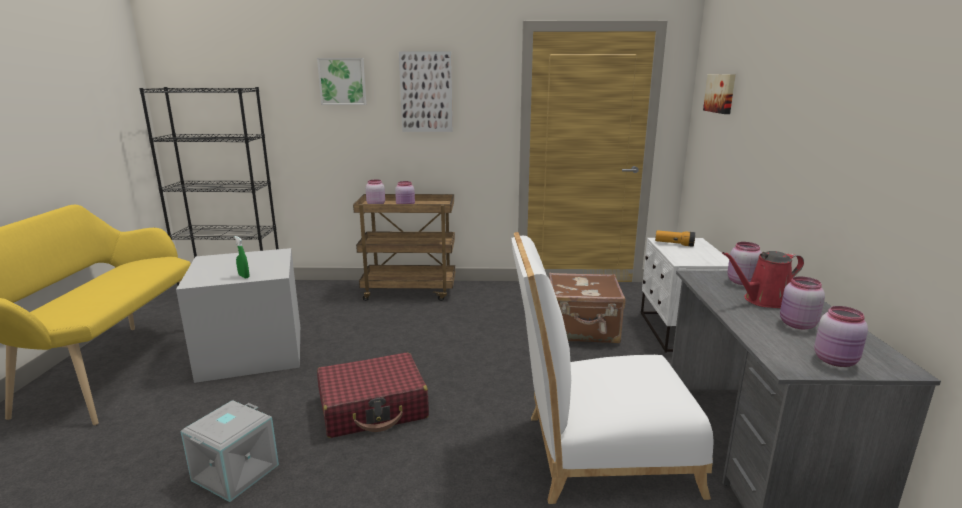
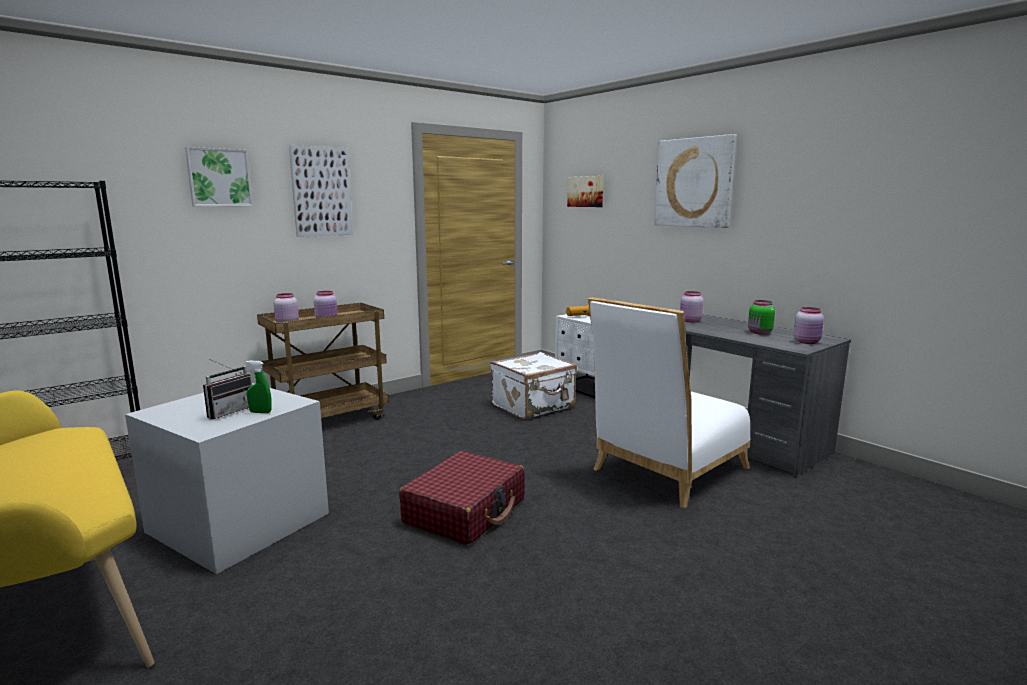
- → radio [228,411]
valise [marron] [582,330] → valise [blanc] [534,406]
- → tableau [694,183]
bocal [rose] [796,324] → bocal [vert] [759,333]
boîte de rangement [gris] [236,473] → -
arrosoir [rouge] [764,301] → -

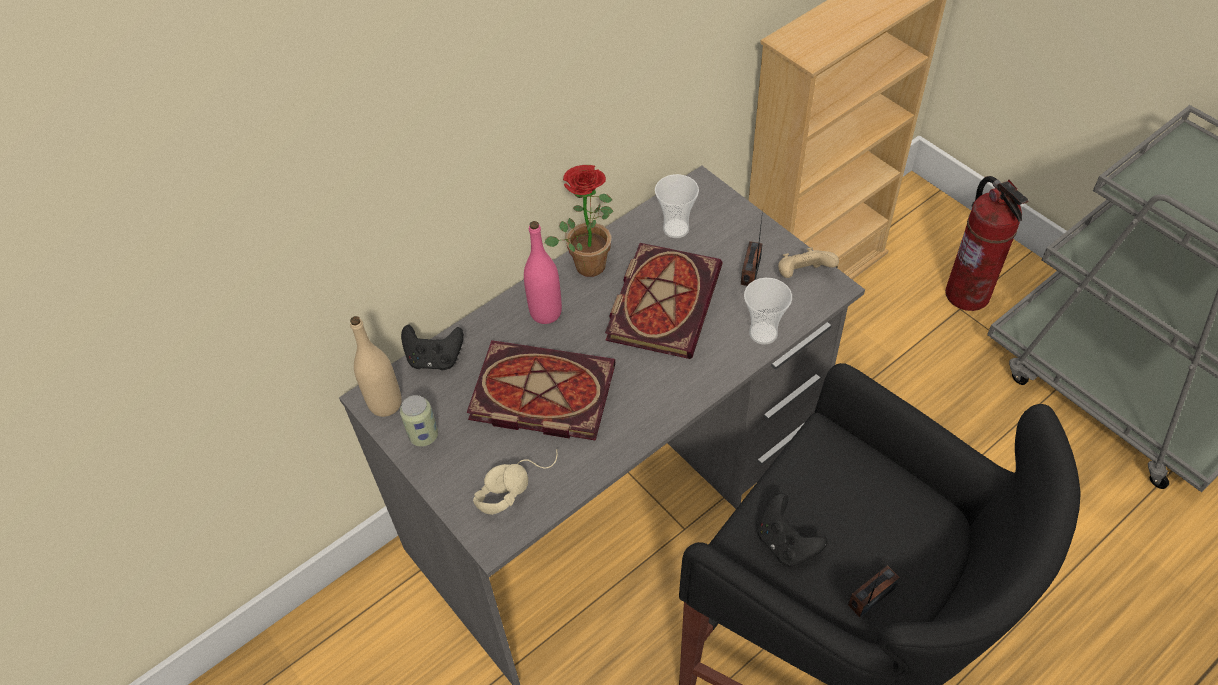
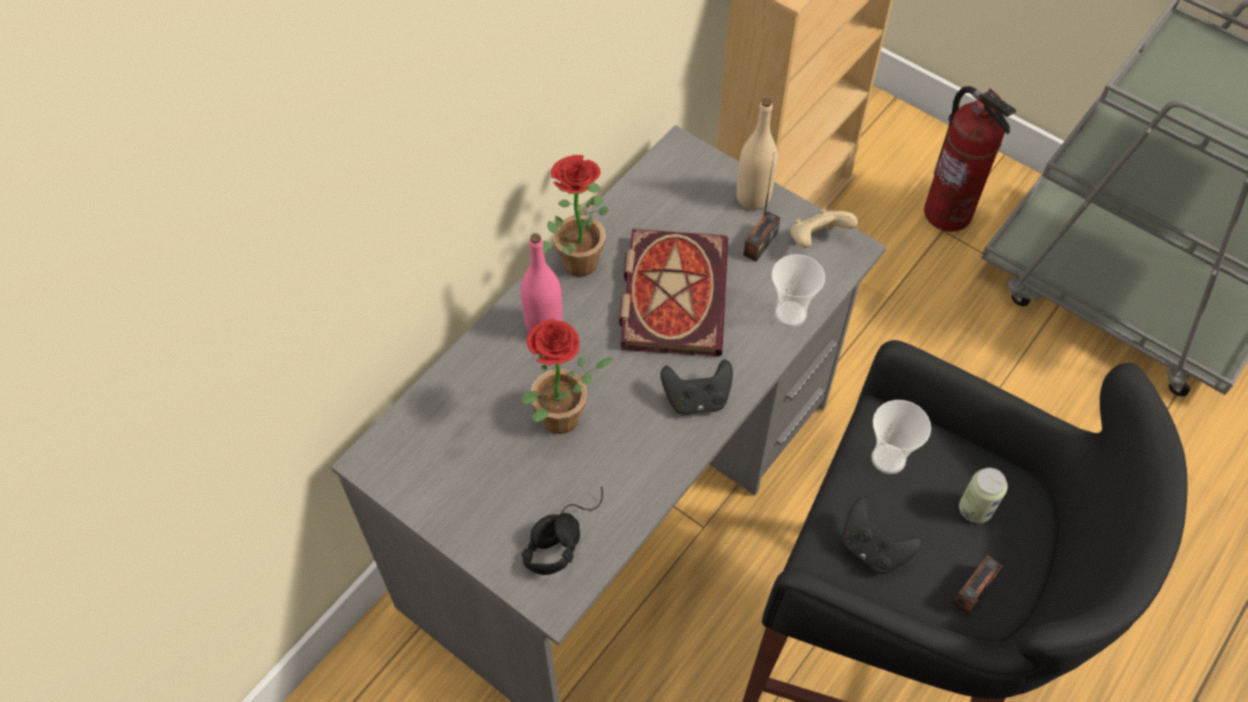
livre [538,395] → plante en pot [561,425]
casque audio [beige] [514,483] → casque audio [noir] [561,532]
manette [noir] [435,359] → manette [noir] [696,399], moved
bouteille [beige] [385,404] → bouteille [beige] [753,198], moved
radio [751,271] → radio [760,243], 150 degrees counterclockwise
tasse [676,228] → tasse [888,458], moved
boîte métallique [423,436] → boîte métallique [975,509], moved

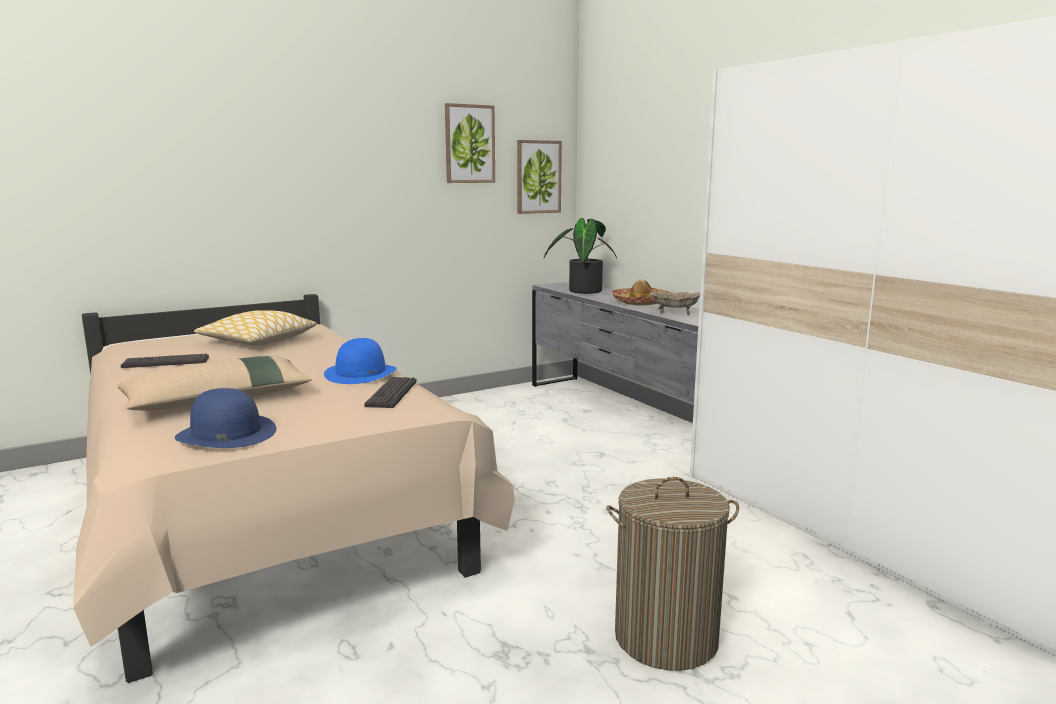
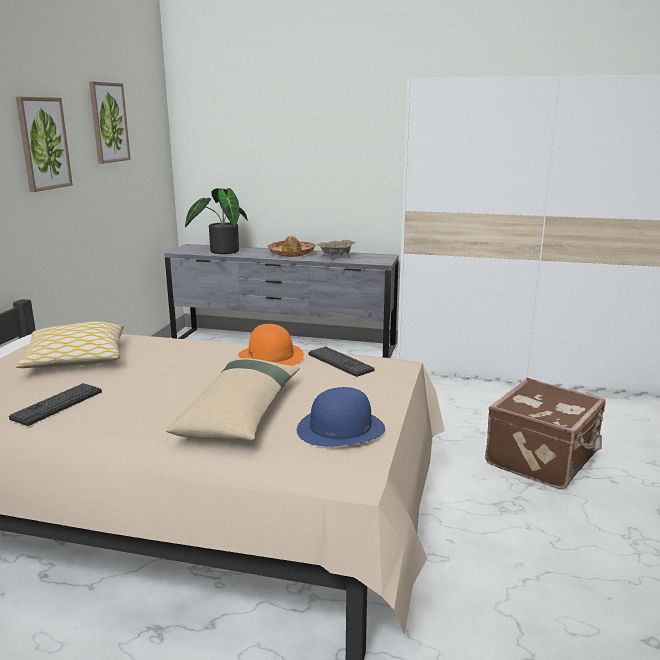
tableau [538,177] → tableau [43,143], moved
chapeau [bleu] [361,373] → chapeau [orange] [271,356]
panier à linge [666,638] → valise [marron] [543,459]

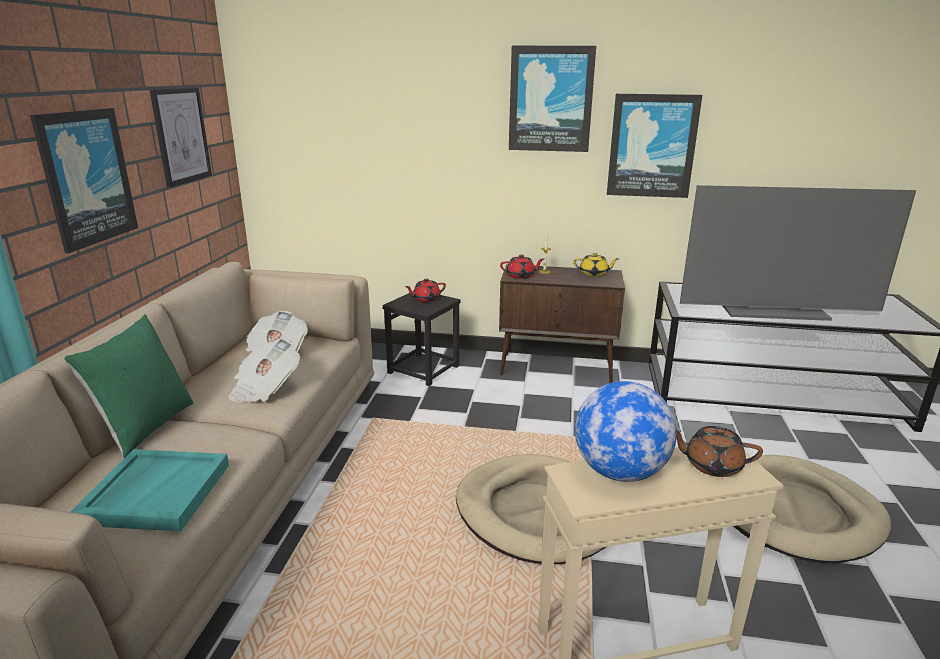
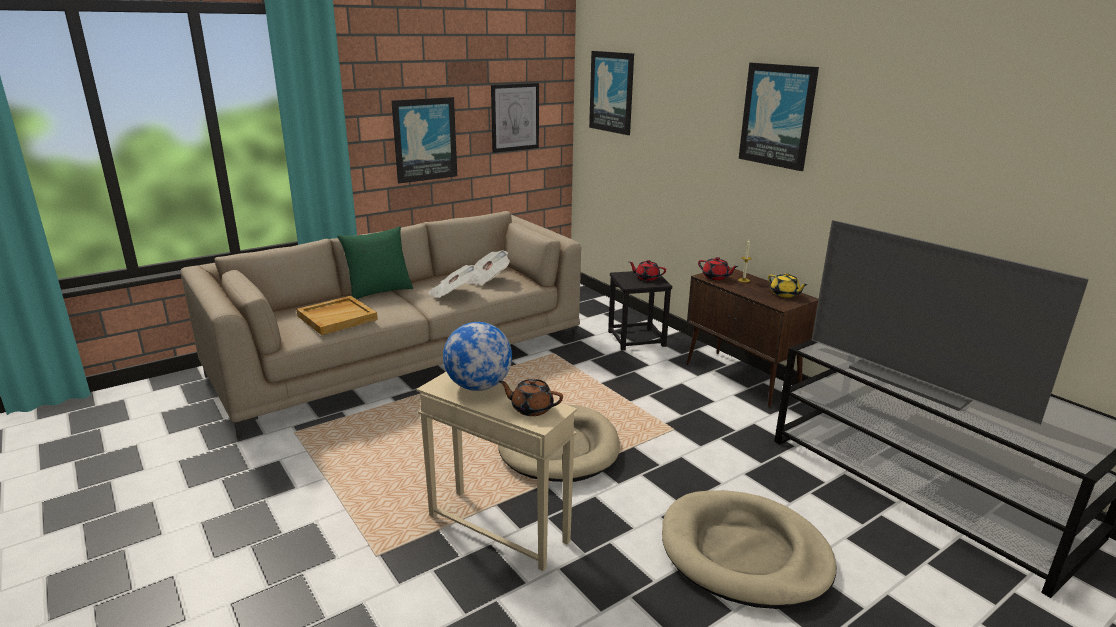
plateau [turquoise] [156,492] → plateau [beige] [337,317]
théière [marron] [711,465] → théière [marron] [531,408], 45 degrees counterclockwise
tableau [652,146] → tableau [612,92], moved

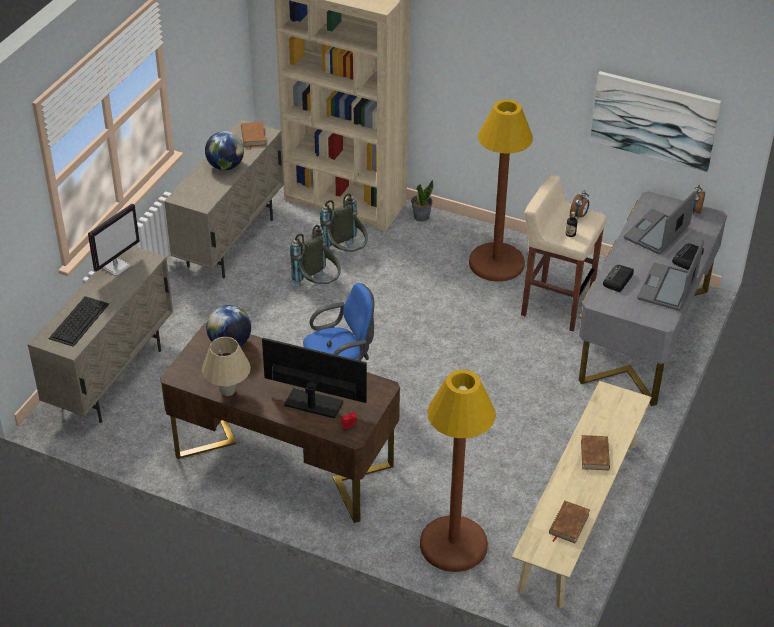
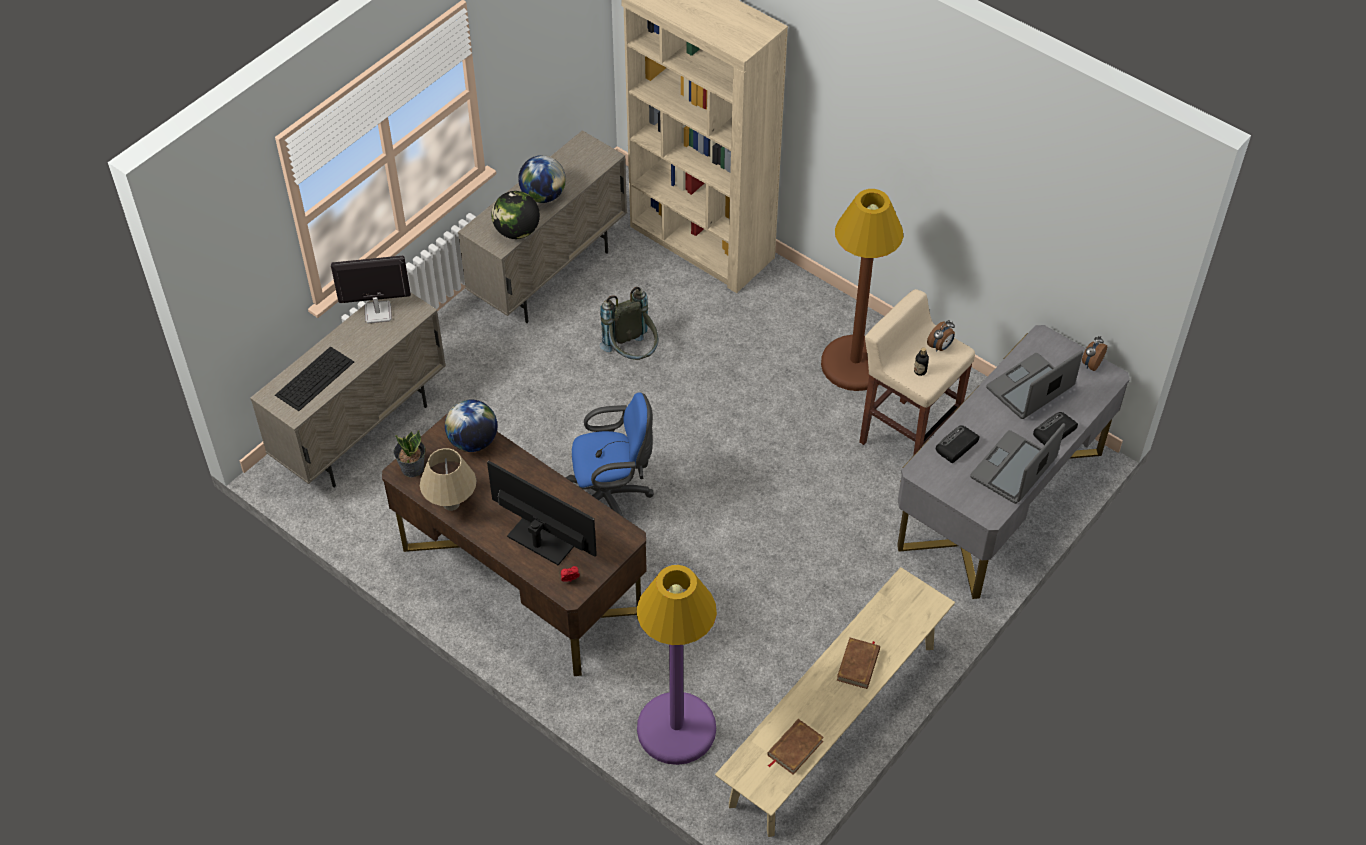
écran d'ordinateur [116,266] → écran d'ordinateur [377,313], 150 degrees counterclockwise
plante en pot [421,216] → plante en pot [412,467], moved
- → globe [517,231]
lampadaire [marron] [453,544] → lampadaire [violet] [676,729]
livre [marron] [253,137] → -
sac à dos [gris] [346,253] → -
tableau [654,120] → -

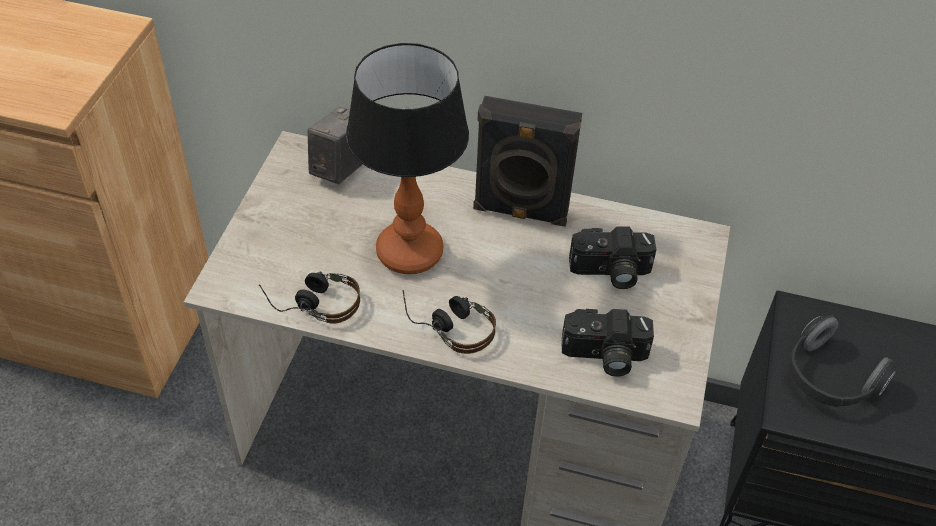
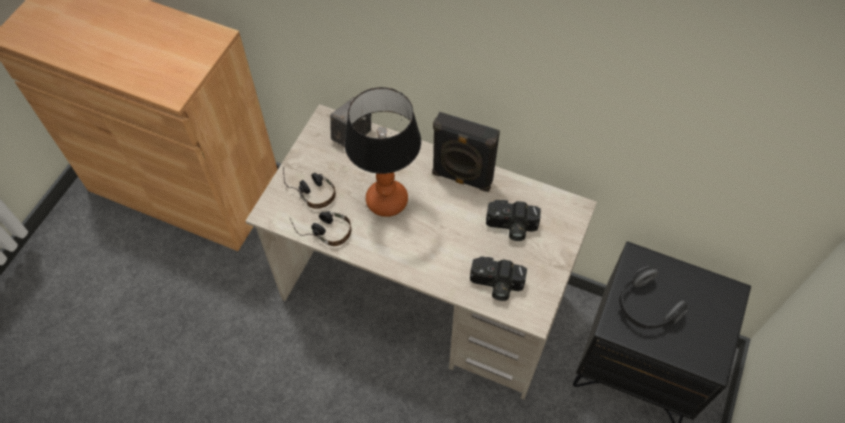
casque audio [449,324] → casque audio [310,189], moved

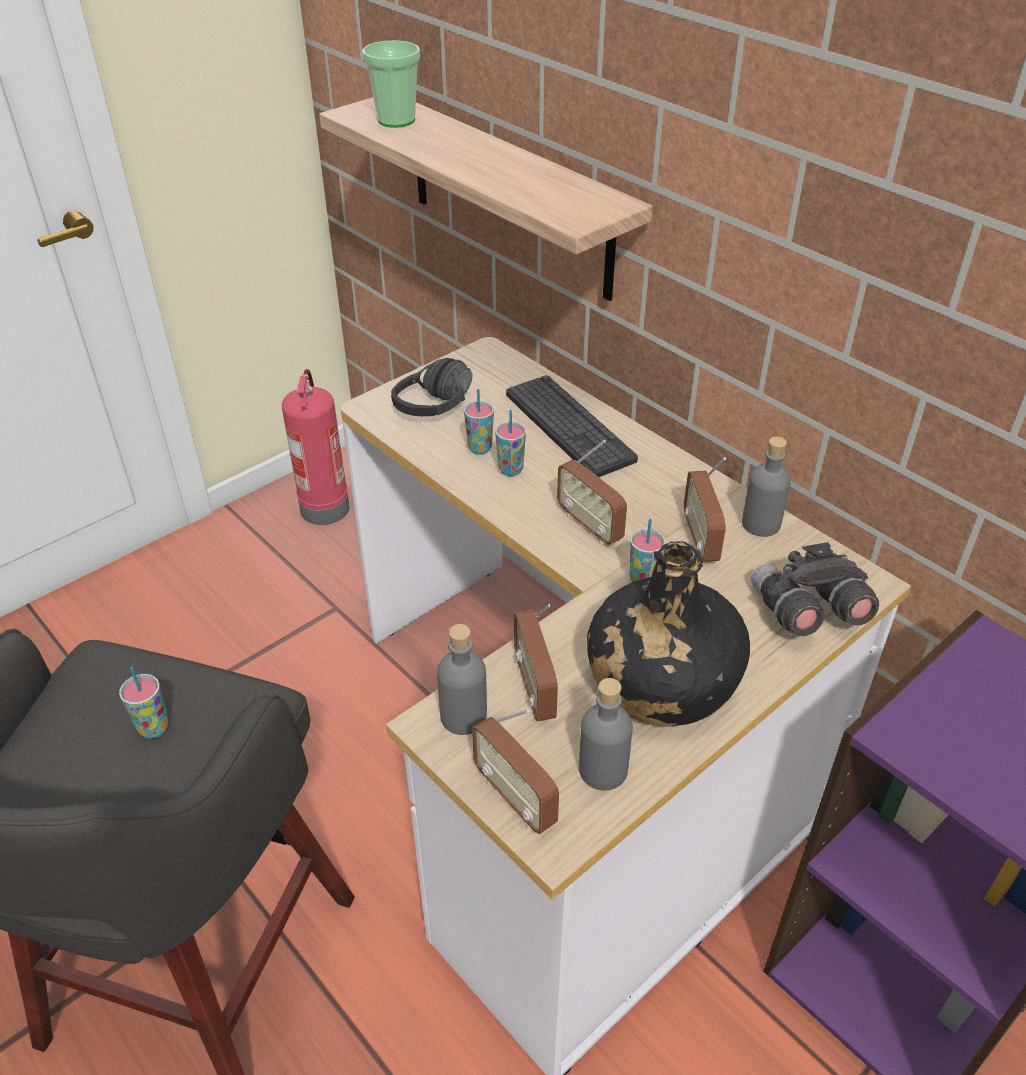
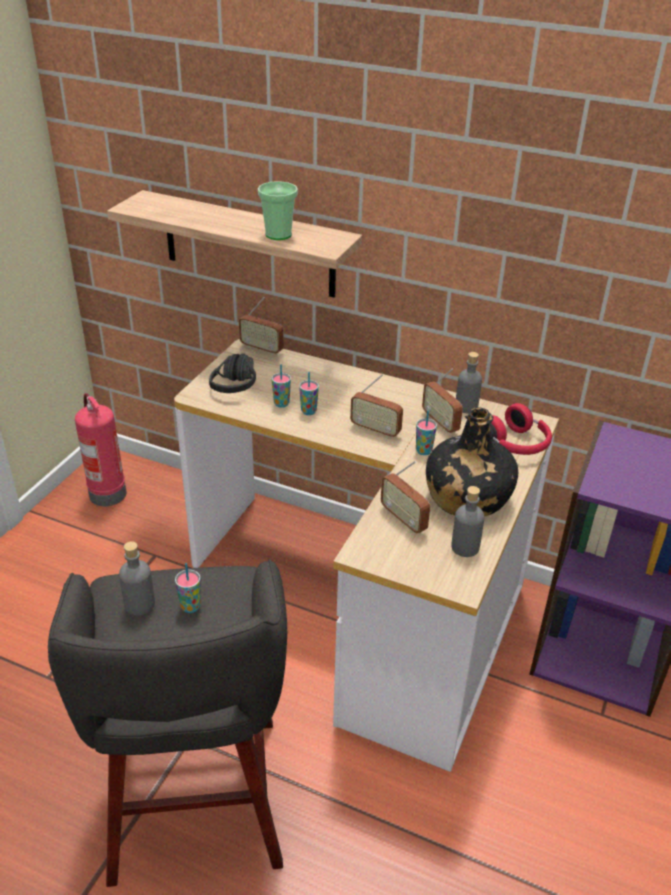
bouteille [gris] [463,716] → bouteille [gris] [140,604], moved
radio [515,798] → radio [262,349], moved
tasse [396,120] → tasse [278,234], moved
jumelles [gris] [806,612] → casque audio [rouge] [516,445]
clavier [569,426] → -

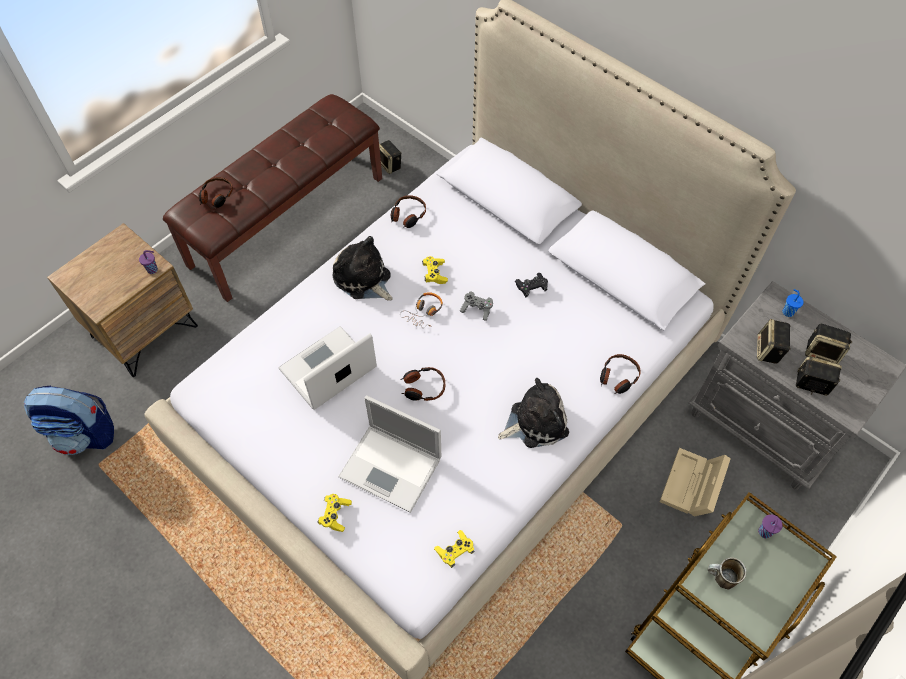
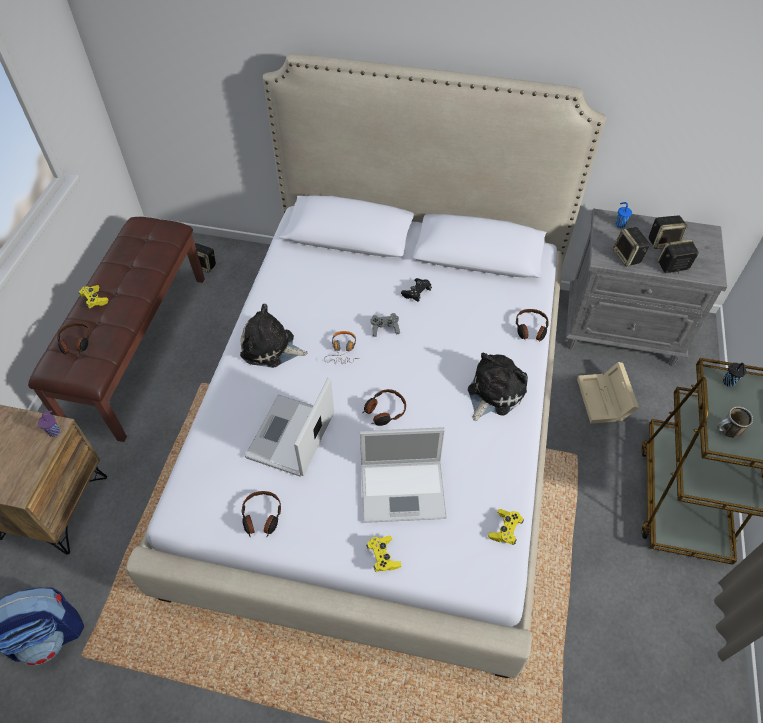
manette [jaune] [434,274] → manette [jaune] [95,300], moved
casque audio [407,215] → casque audio [261,517], moved
tasse [violet] [764,533] → tasse [noir] [729,383]

